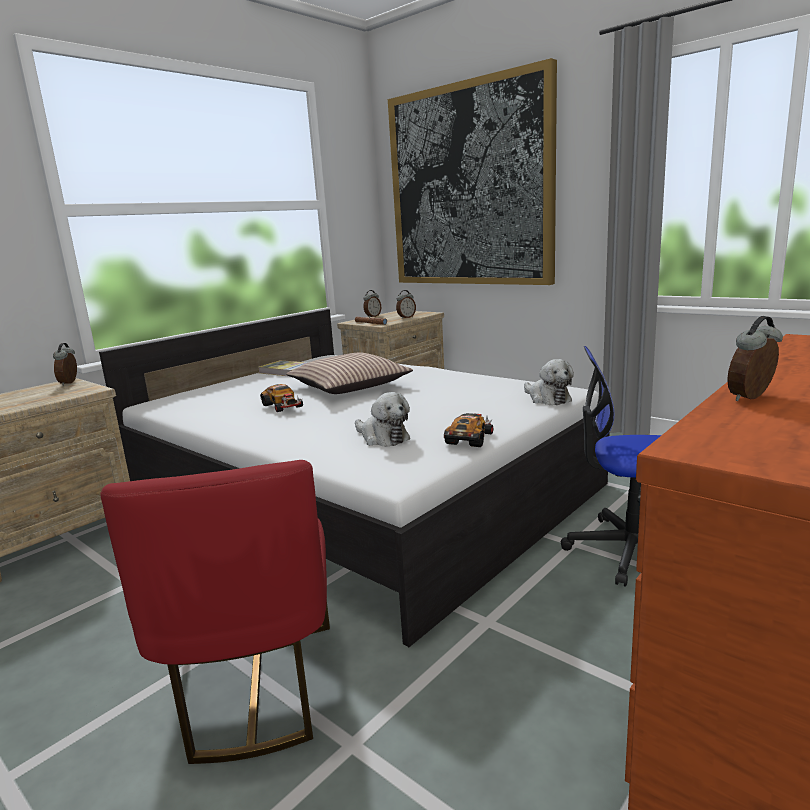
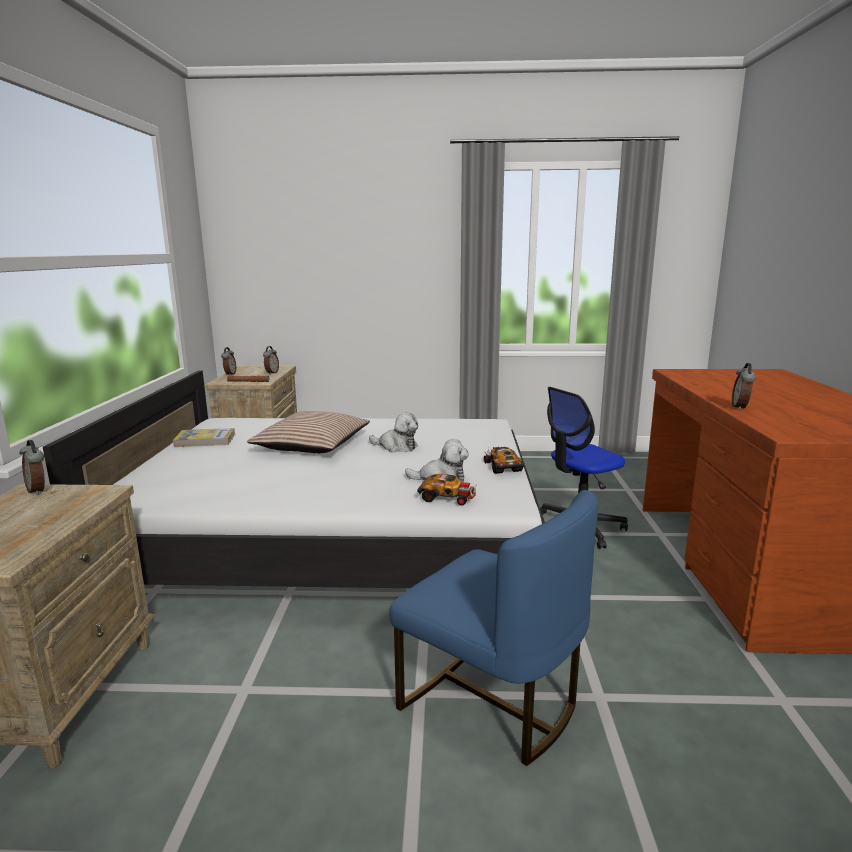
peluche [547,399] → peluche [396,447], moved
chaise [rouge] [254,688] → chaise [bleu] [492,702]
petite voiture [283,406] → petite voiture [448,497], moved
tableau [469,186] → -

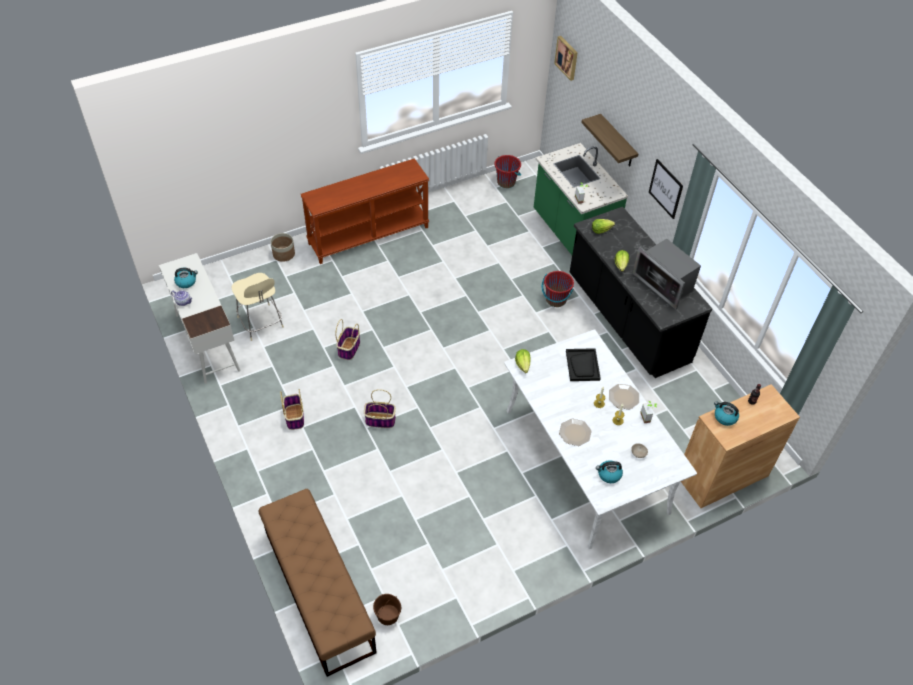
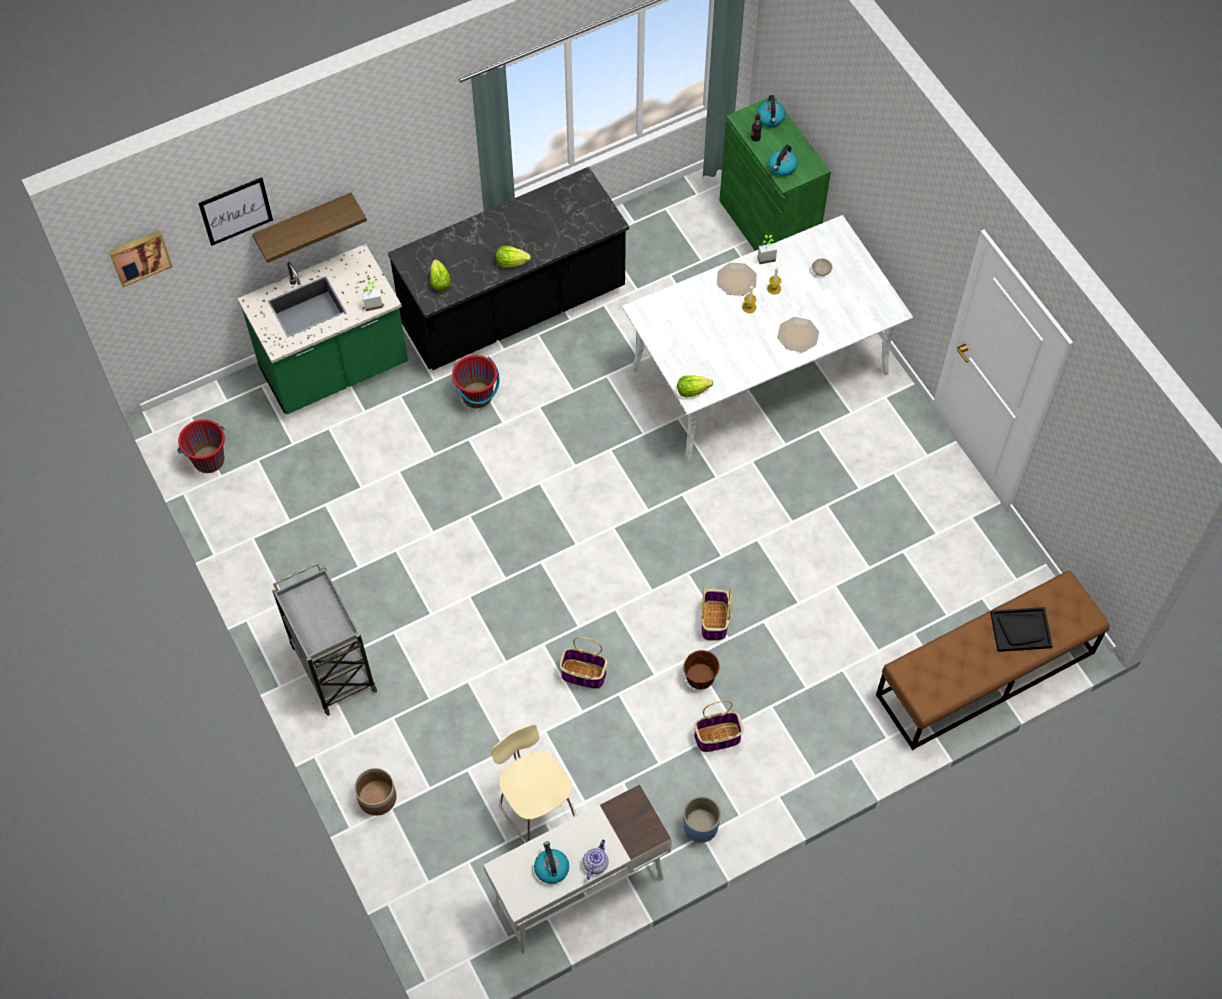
tableau [665,188] → tableau [235,211], moved
table console [marron] [368,235] → chariot [gris] [332,666]
chaise [beige] [261,323] → chaise [beige] [536,812], 90 degrees counterclockwise
seau [marron] [388,615] → seau [marron] [700,676], moved
- → cache-pot [bleu] [700,827]
meuble de rangement [marron] [722,475] → meuble de rangement [vert] [768,227]
bouilloire [608,474] → bouilloire [770,118], moved
plateau [noir] [582,365] → plateau [noir] [1020,630], moved
micro-ondes [664,284] → -

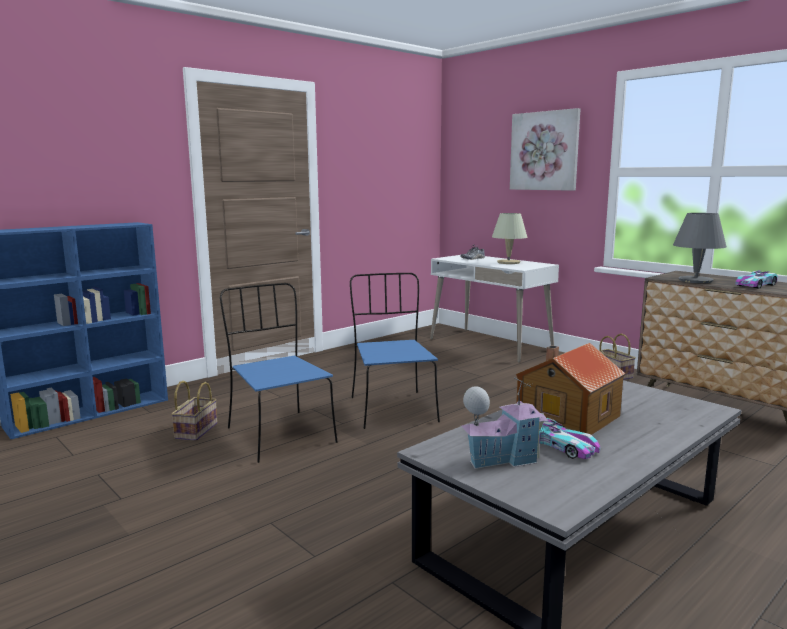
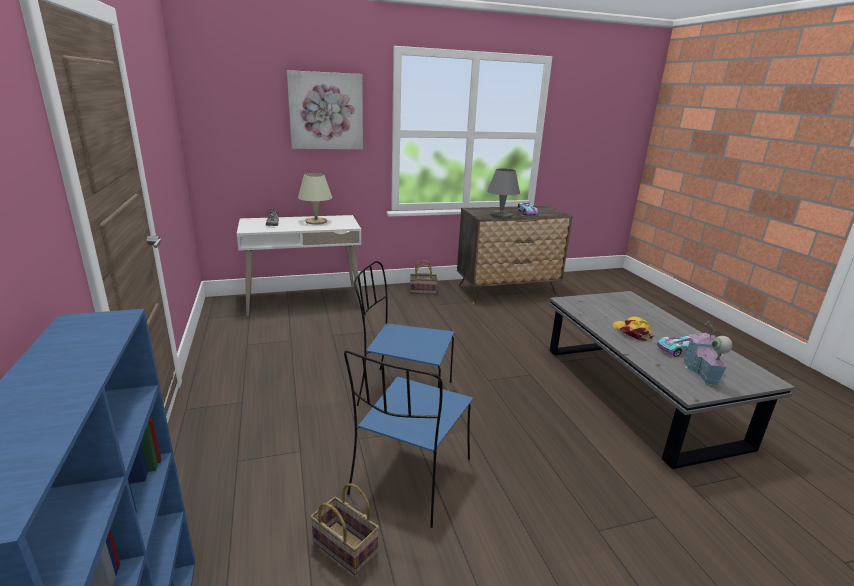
chaise [bleu] [279,434] → chaise [bleu] [410,478], 60 degrees counterclockwise
maison miniature [565,416] → casquette [jaune] [631,332]

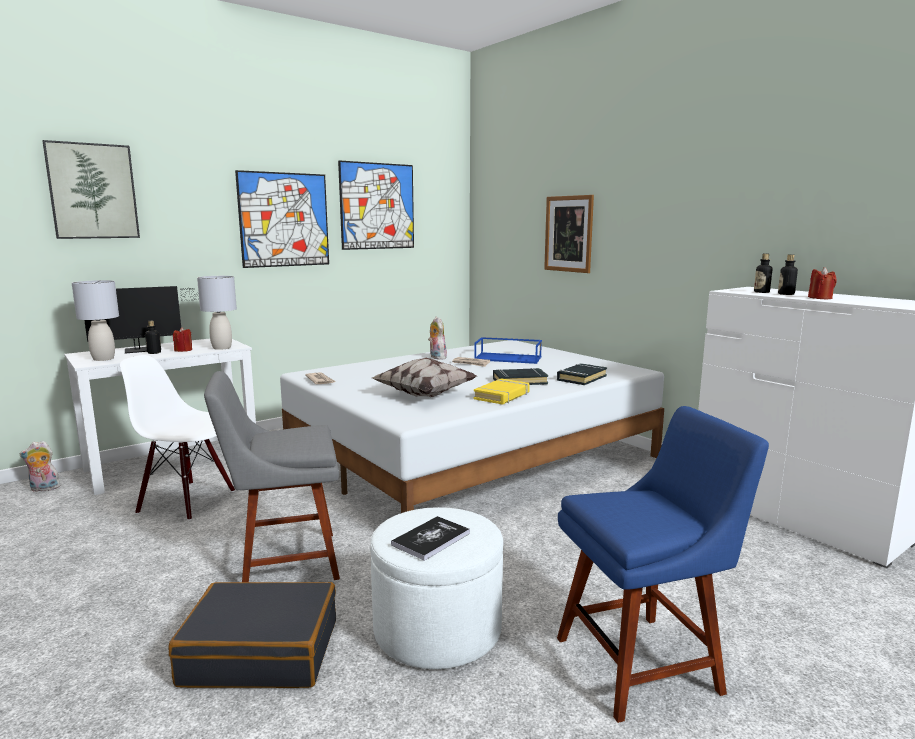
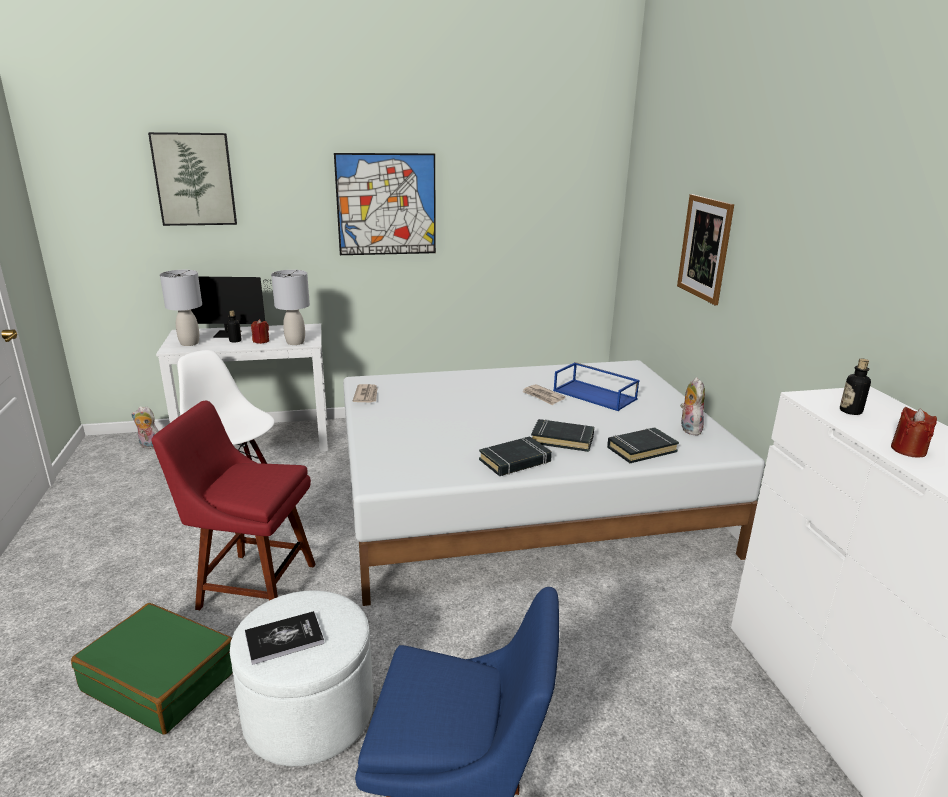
valise [noir] [261,652] → valise [vert] [161,680]
chaise [gris] [283,562] → chaise [rouge] [252,585]
livre [jaune] [502,396] → livre [noir] [515,461]
peluche [436,357] → peluche [688,429], moved
tableau [377,206] → -
coussin [425,394] → -
bouteille [786,294] → -

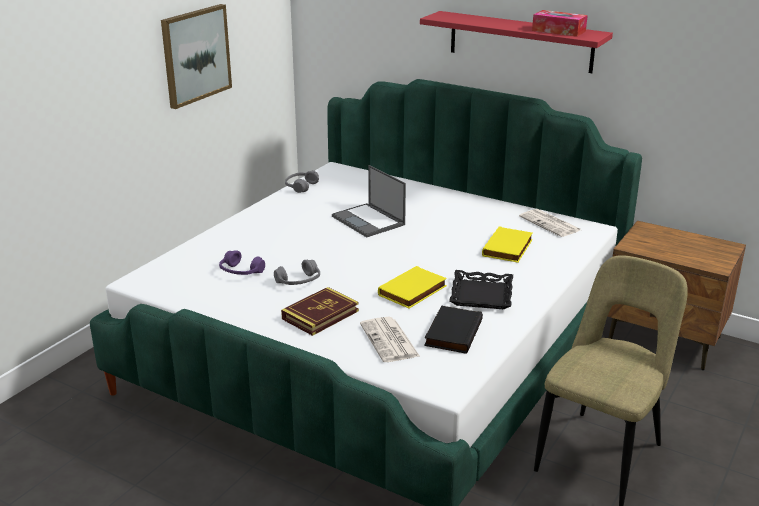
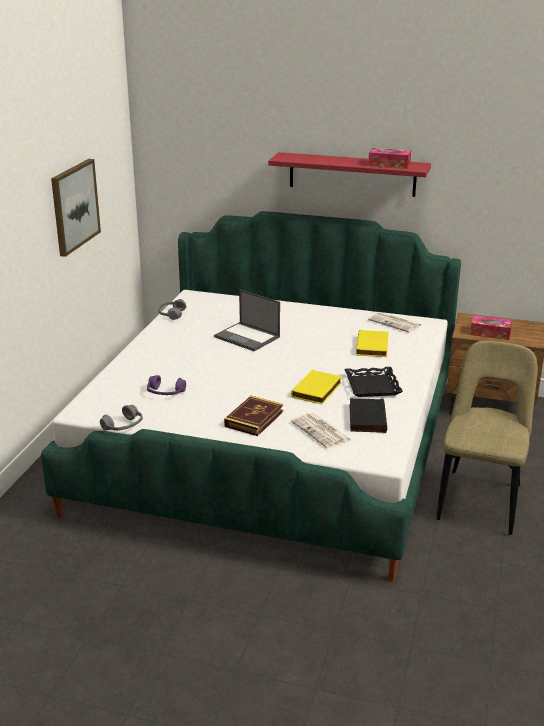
casque audio [gris] [299,282] → casque audio [gris] [123,426], moved
- → boîte à mouchoirs [490,333]

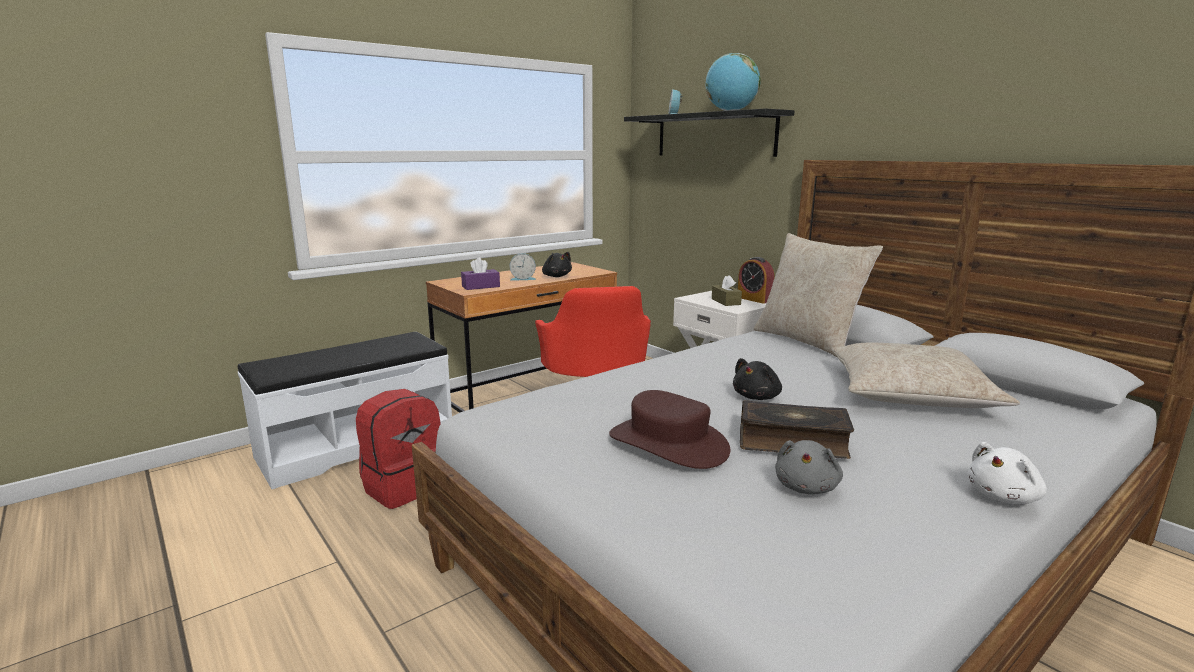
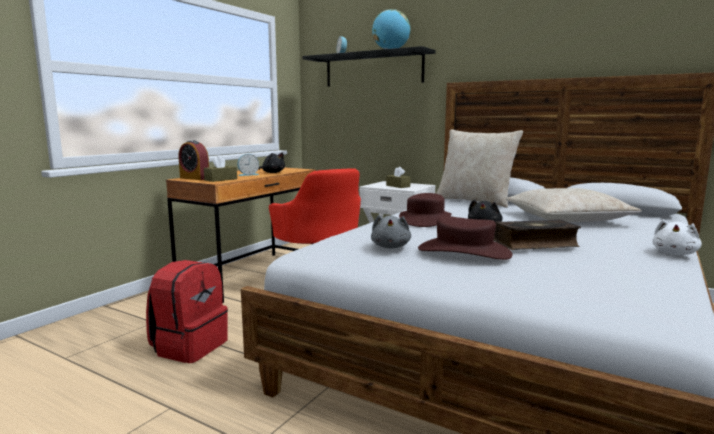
réveil [754,299] → réveil [194,178], moved
boîte à mouchoirs [violet] [481,286] → boîte à mouchoirs [marron] [220,179]
peluche [gris] [806,487] → peluche [gris] [391,247], moved
- → chapeau [marron] [425,220]
banc [blanc] [356,445] → -

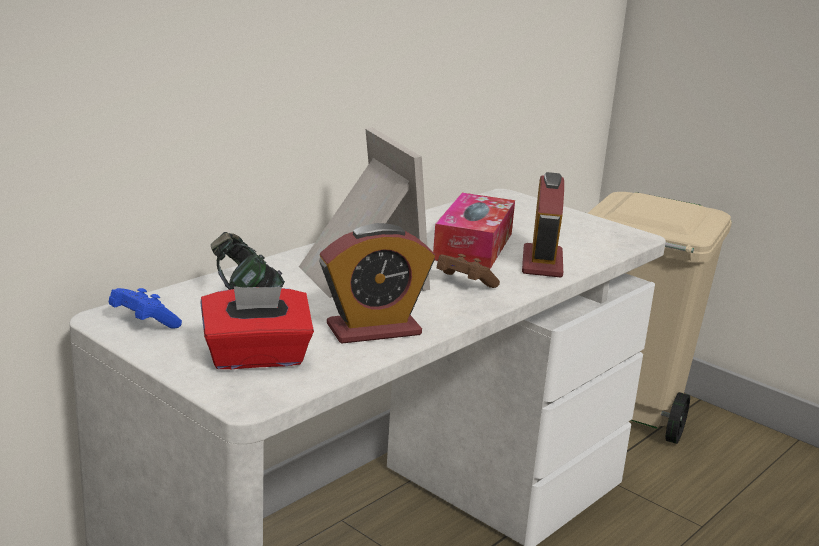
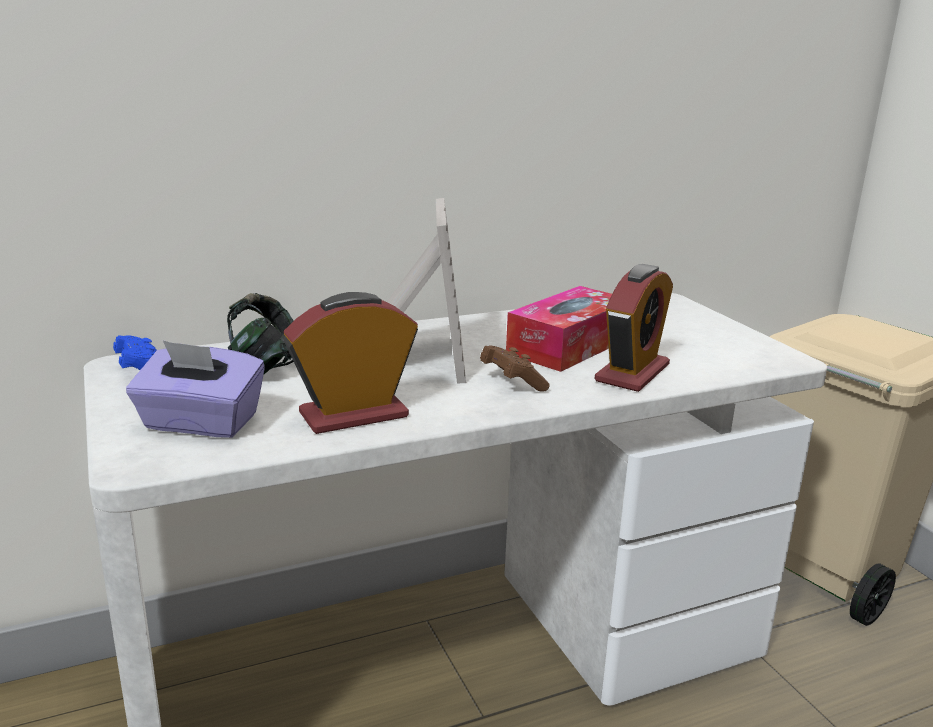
boîte à mouchoirs [rouge] [256,358] → boîte à mouchoirs [violet] [200,423]
réveil [373,330] → réveil [354,415], 150 degrees clockwise

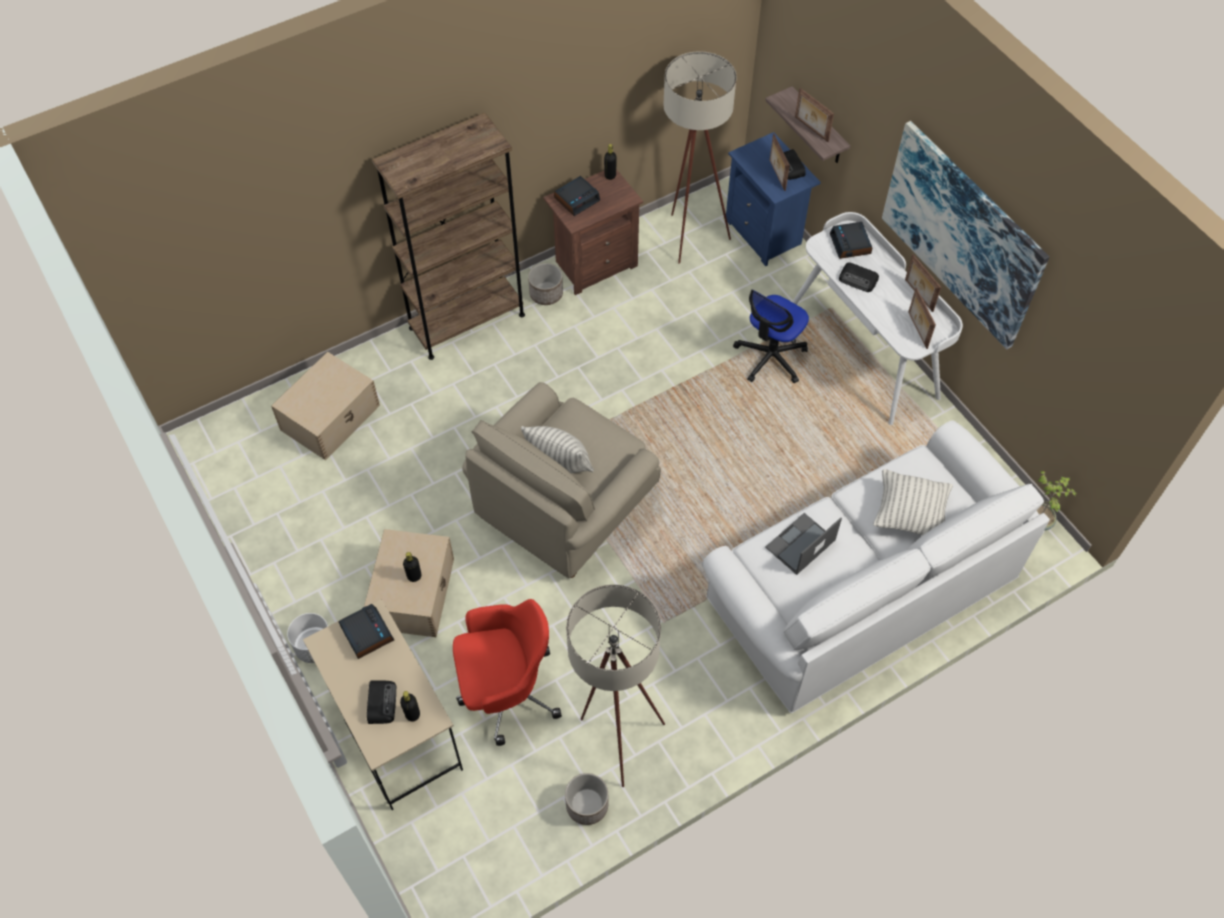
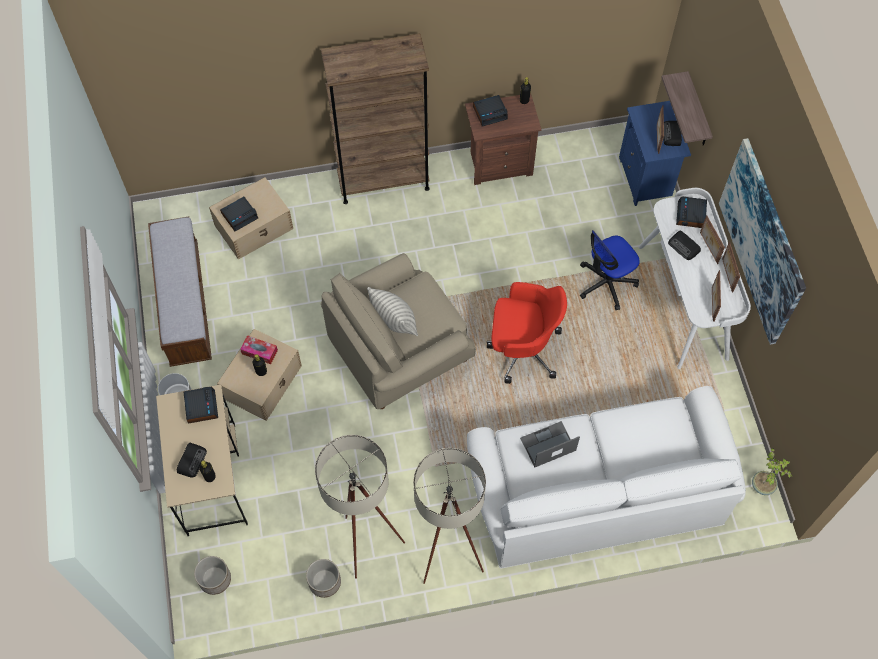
- → banc [185,304]
cache-pot [546,294] → cache-pot [215,579], moved
- → réveil [240,215]
- → boîte à mouchoirs [259,352]
lampadaire [beige] [689,233] → lampadaire [beige] [447,551], moved
chaise de bureau [rouge] [506,691] → chaise de bureau [rouge] [522,349], moved
cadre photo [811,129] → cadre photo [708,248], moved
coussin [909,514] → -

